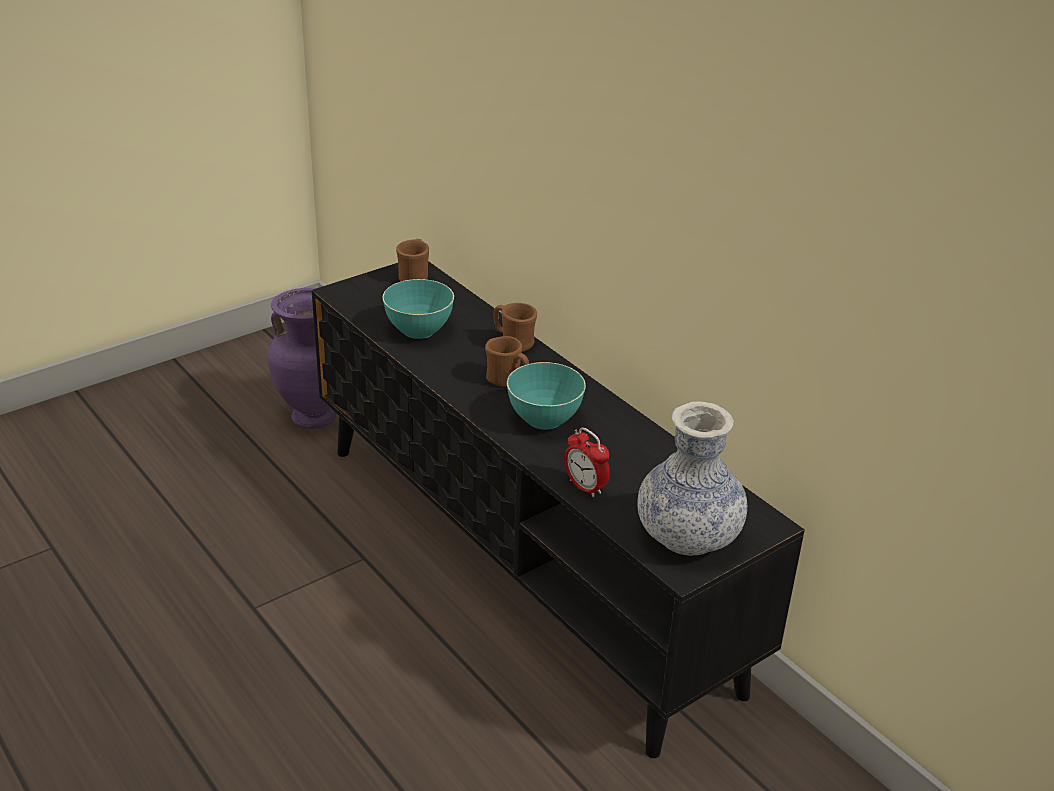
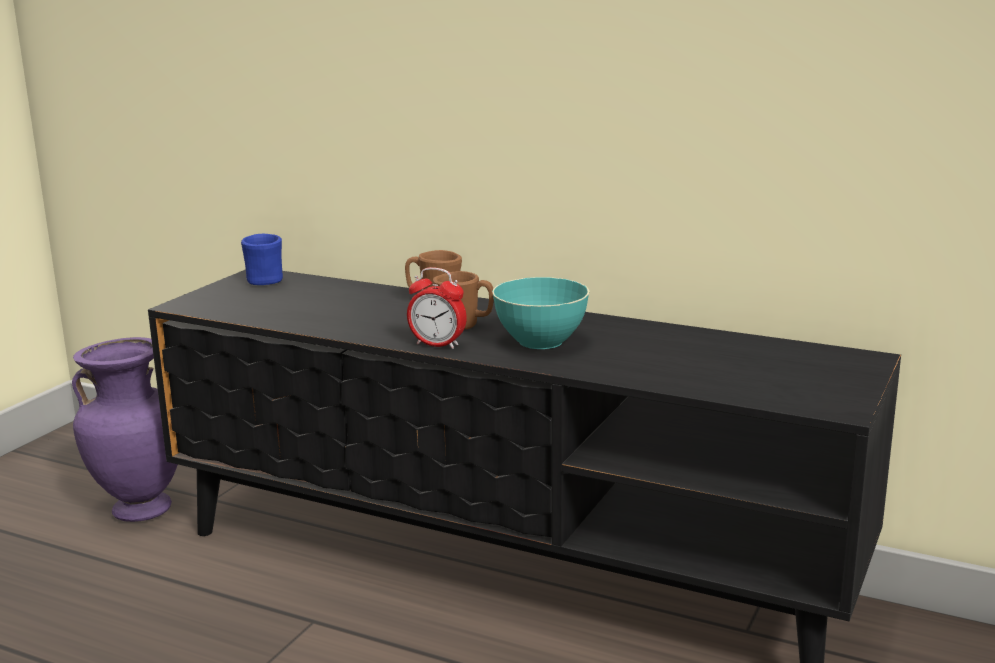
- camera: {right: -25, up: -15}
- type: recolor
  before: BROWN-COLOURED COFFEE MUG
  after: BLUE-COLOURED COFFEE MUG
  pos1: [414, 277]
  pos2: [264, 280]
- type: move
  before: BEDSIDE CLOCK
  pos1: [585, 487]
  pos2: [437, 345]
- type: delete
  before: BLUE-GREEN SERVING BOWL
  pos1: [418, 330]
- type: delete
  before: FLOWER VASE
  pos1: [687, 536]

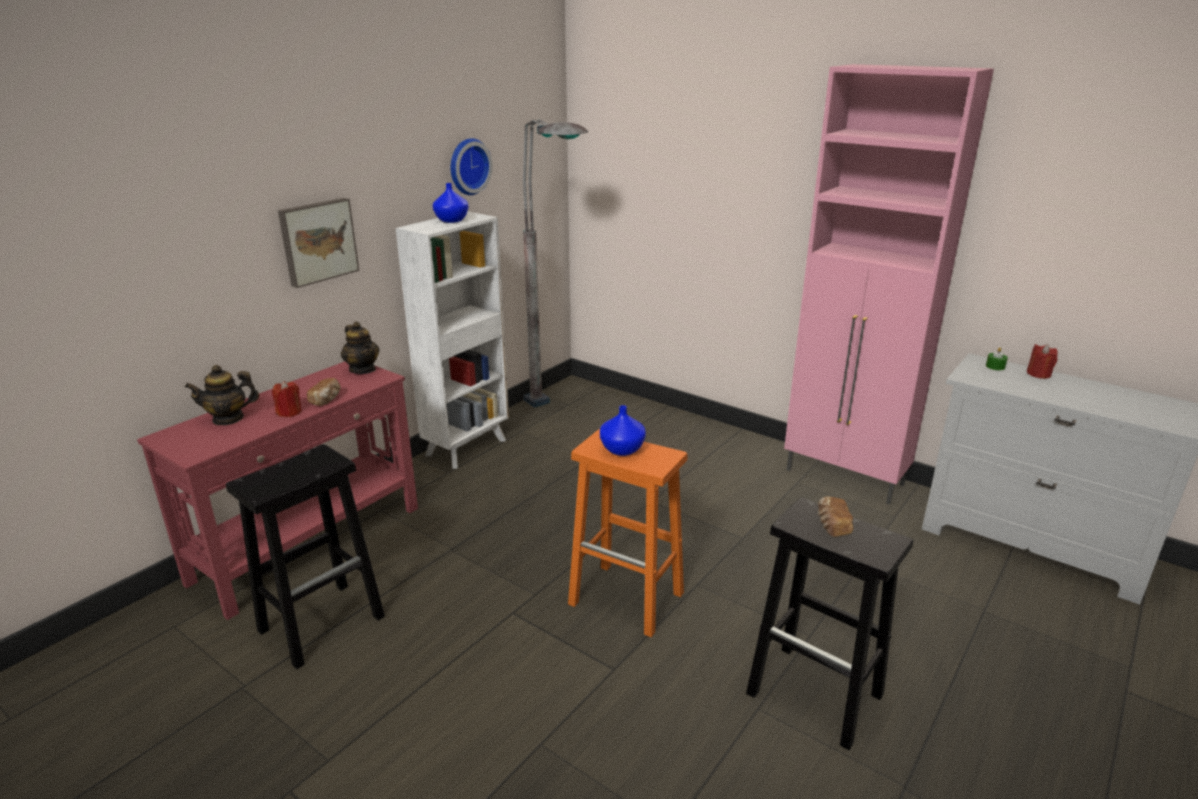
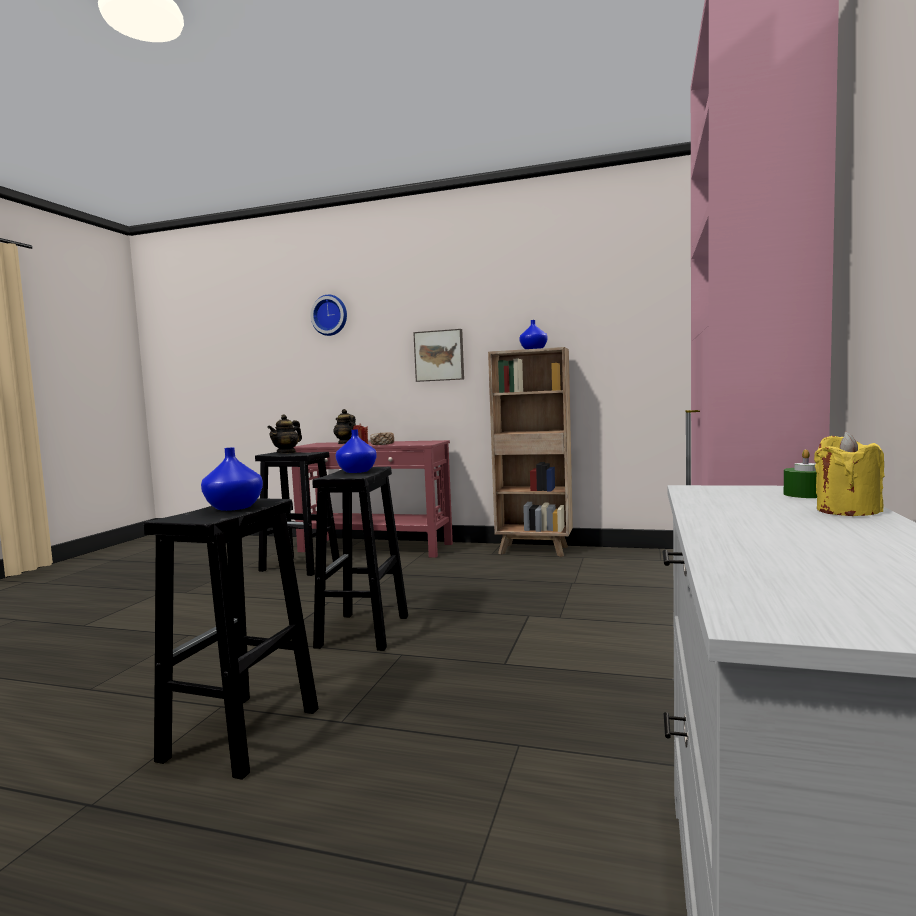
- camera: {right: 70, up: -20}
- type: replace
  before: BAKERY BREAD
  after: BLUE-COLOURED FLOWER VASE
  pos1: [832, 526]
  pos2: [235, 507]
- type: move
  before: TEAPOT
  pos1: [363, 369]
  pos2: [286, 452]
- type: move
  before: HANGING CLOCK
  pos1: [467, 166]
  pos2: [330, 315]
- type: recolor
  before: ORANGE-COLOURED STOOL SEAT
  after: BLACK-COLOURED STOOL SEAT
  pos1: [628, 599]
  pos2: [363, 632]
- type: recolor
  before: WHITISH SHELVING UNIT
  after: BROWN-COLOURED SHELVING UNIT
  pos1: [467, 447]
  pos2: [535, 550]
- type: recolor
  before: REDDISH WAX CANDLE
  after: YELLOW-COLOURED WAX CANDLE
  pos1: [1038, 374]
  pos2: [847, 511]
- type: delete
  before: GREY FLOOR LAMP
  pos1: [558, 417]

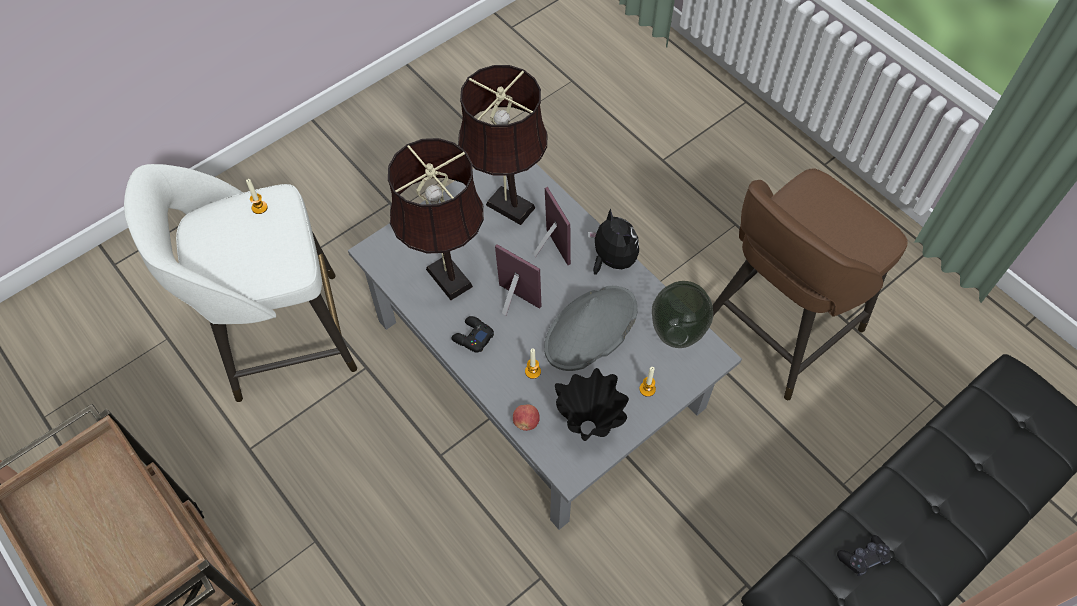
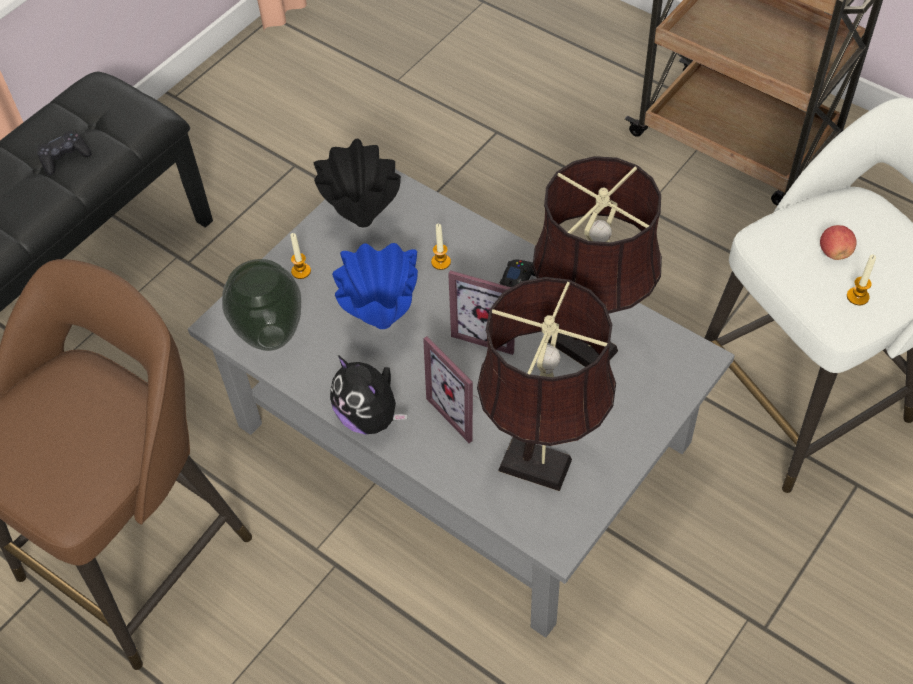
- camera: {right: 170, up: -5}
- type: replace
  before: GREY CLOTHING HAT
  after: BLUE-COLOURED FLOWER VASE
  pos1: [590, 329]
  pos2: [381, 322]
- type: move
  before: APPLE
  pos1: [526, 422]
  pos2: [834, 252]

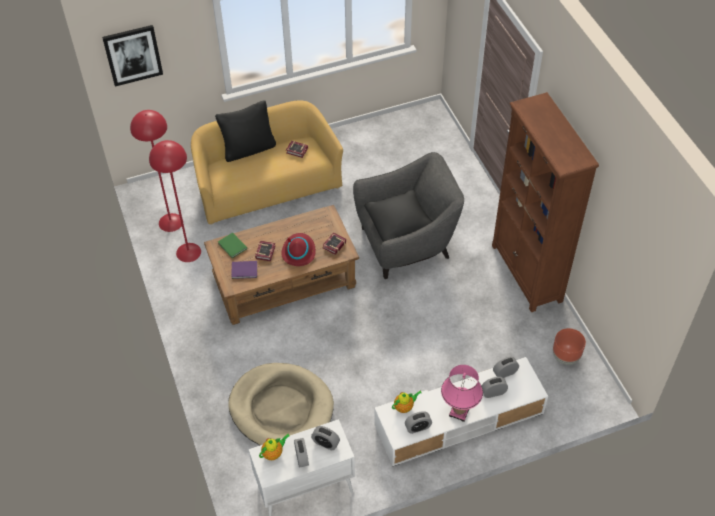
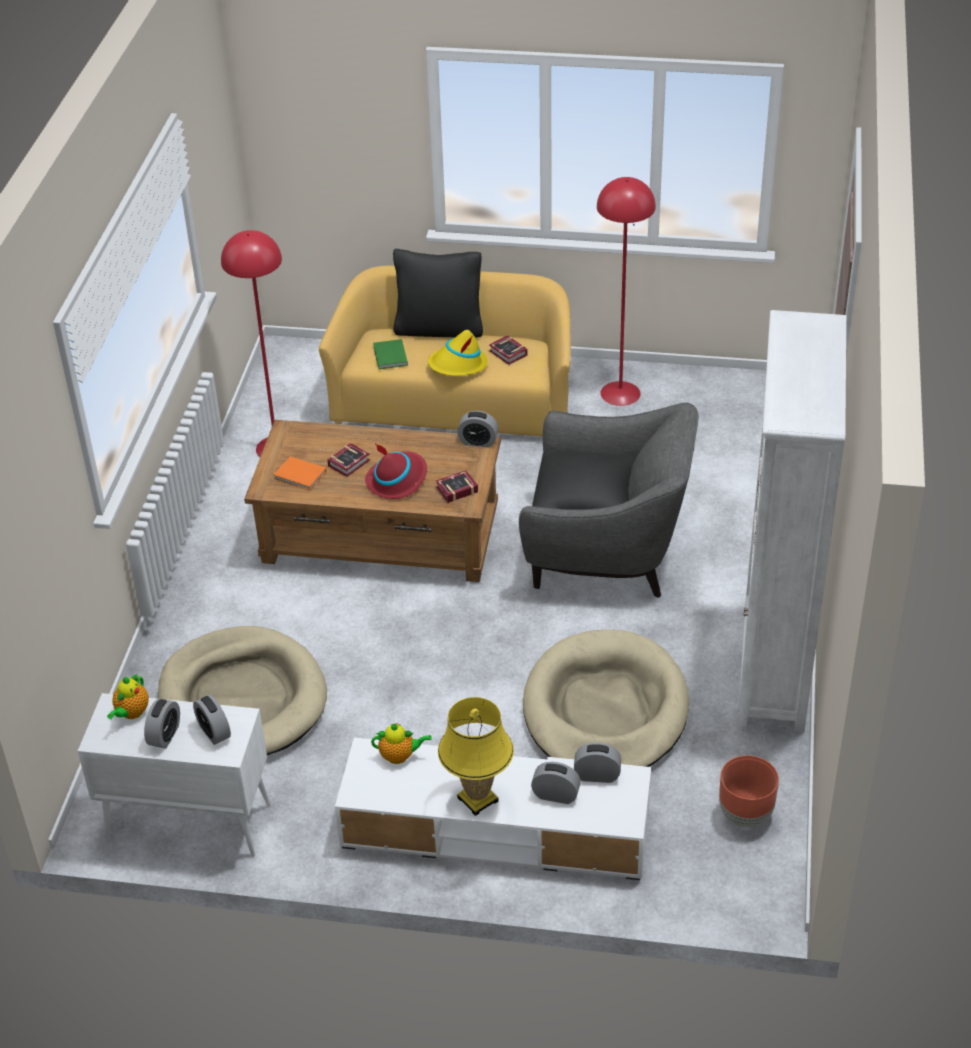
- camera: {right: 30, up: -10}
- type: rotate
  before: TEAPOT
  pos1: [274, 453]
  pos2: [131, 713]
  turn: 120
- type: recolor
  before: PURPLISH BOUND BOOK
  after: ORANGE-COLOURED BOUND BOOK
  pos1: [245, 271]
  pos2: [301, 476]
- type: move
  before: GREEN-COLOURED BOUND BOOK
  pos1: [232, 247]
  pos2: [390, 356]
- type: insert
  after: YELLOW-COLOURED CLOTHING HAT
  pos2: [458, 365]
- type: recolor
  before: PINK-COLOURED TABLETOP LAMP
  after: YELLOW-COLOURED TABLETOP LAMP
  pos1: [459, 412]
  pos2: [478, 799]
- type: move
  before: BEDSIDE CLOCK
  pos1: [418, 427]
  pos2: [478, 442]
- type: insert
  after: SAND-COLOURED DOG BED
  pos2: [605, 710]
- type: move
  before: REDDISH FLOOR LAMP
  pos1: [171, 222]
  pos2: [620, 393]
- type: recolor
  before: BROWN-COLOURED SHELVING UNIT
  after: WHITISH SHELVING UNIT
  pos1: [526, 273]
  pos2: [773, 667]
- type: delete
  before: WALL ART
  pos1: [133, 55]

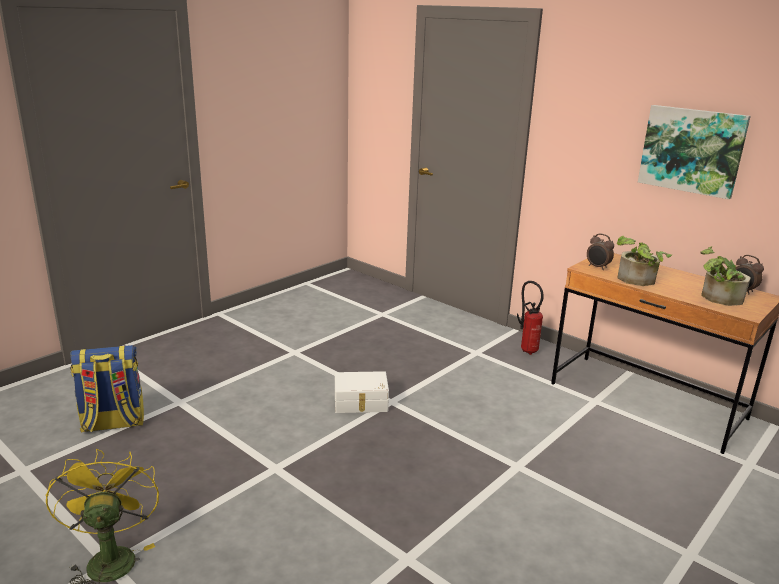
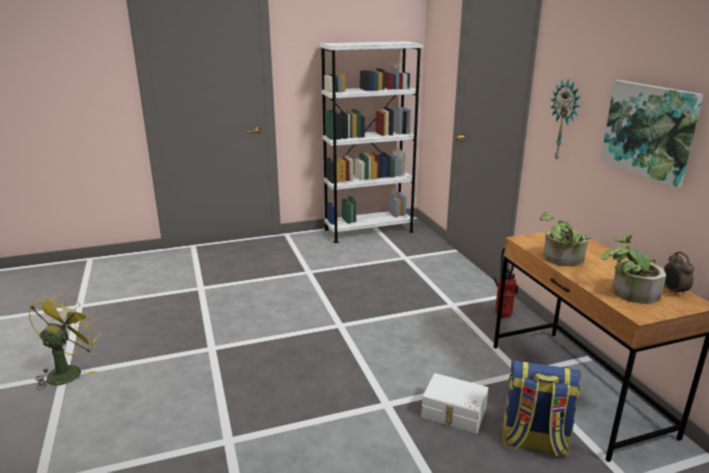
- camera: {right: 30, up: 0}
- type: insert
  after: WHITISH SHELVING UNIT
  pos2: [368, 231]
- type: move
  before: WHITISH STORAGE CONTAINER
  pos1: [361, 403]
  pos2: [453, 413]
- type: move
  before: KNAPSACK
  pos1: [113, 423]
  pos2: [533, 442]
- type: insert
  after: HANGING CLOCK
  pos2: [565, 120]
- type: delete
  before: BEDSIDE CLOCK
  pos1: [597, 267]

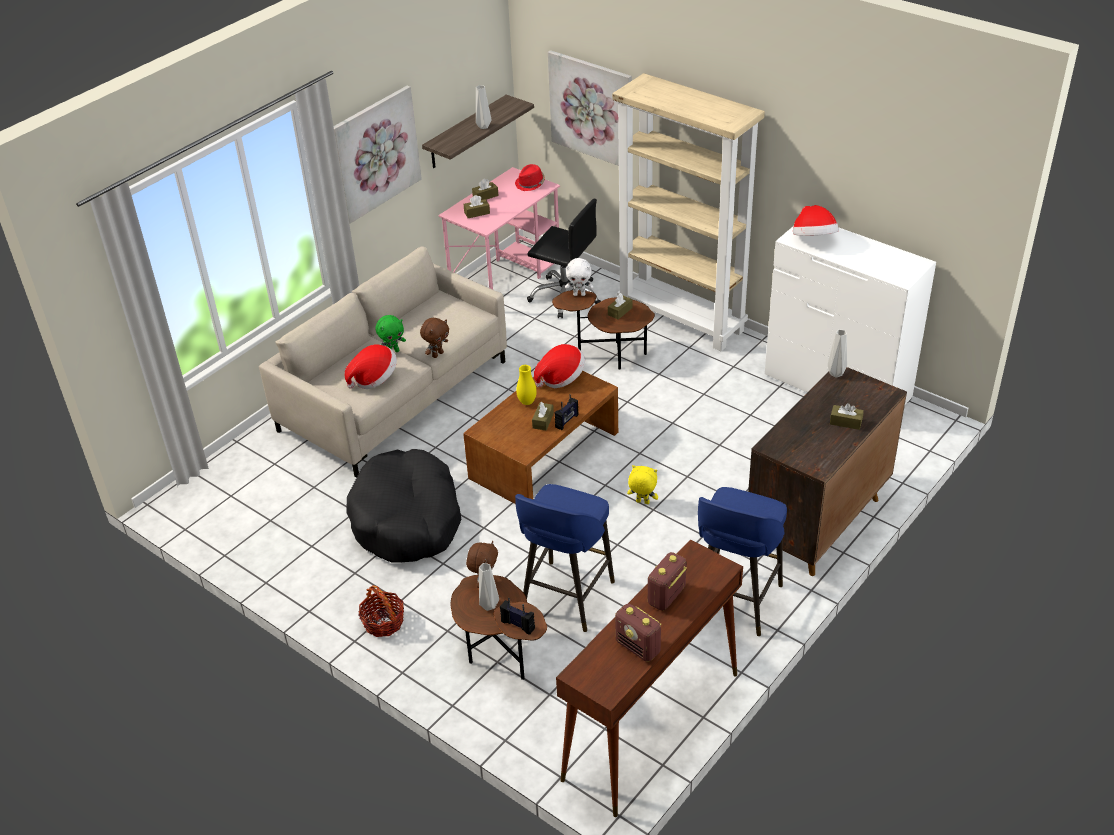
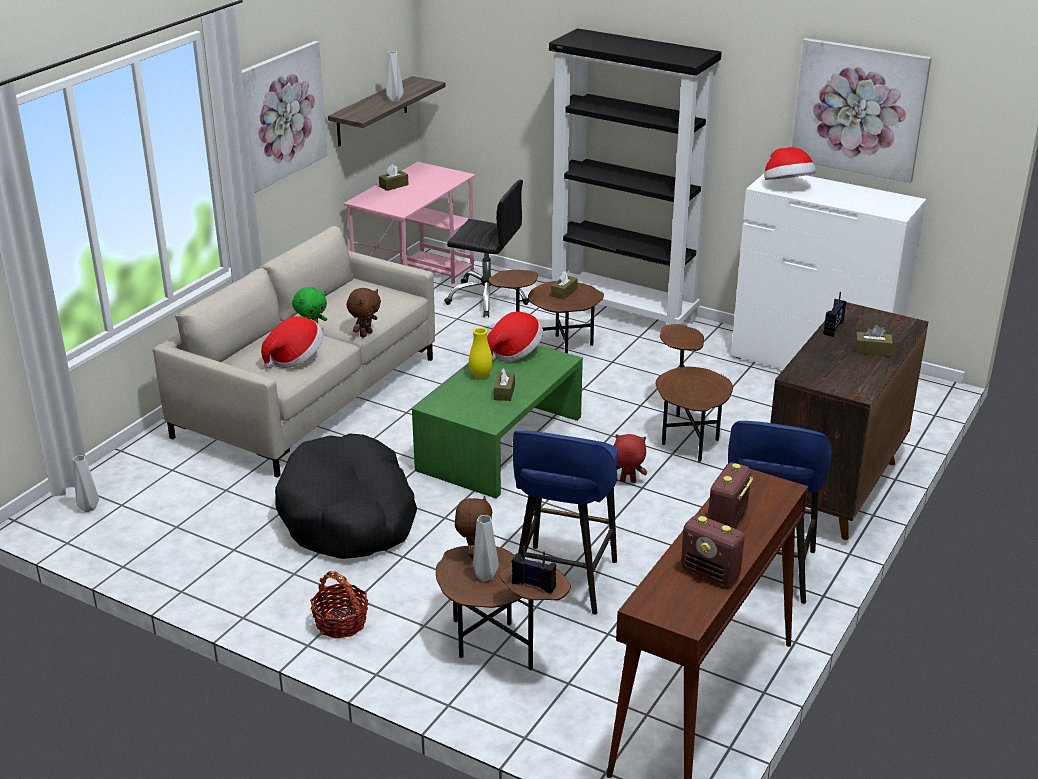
- camera: {right: -10, up: -10}
- type: move
  before: GREY FLOWER VASE
  pos1: [837, 373]
  pos2: [89, 508]
- type: recolor
  before: BROWN-COLOURED LOW TABLE
  after: GREEN-COLOURED LOW TABLE
  pos1: [544, 454]
  pos2: [499, 443]
- type: recolor
  before: SAND-COLOURED SHELVING UNIT
  after: BLACK-COLOURED SHELVING UNIT
  pos1: [682, 319]
  pos2: [624, 312]
- type: recolor
  before: YELLOW-COLOURED SOFT TOY
  after: REDDISH SOFT TOY
  pos1: [642, 502]
  pos2: [627, 481]
- type: insert
  after: BROWN-COLOURED SIDE TABLE
  pos2: [686, 435]
- type: move
  before: WALL ART
  pos1: [591, 109]
  pos2: [859, 109]
- type: move
  before: RADIO RECEIVER
  pos1: [567, 421]
  pos2: [834, 328]
- type: delete
  before: BROWN-COLOURED BOX OF TISSUES
  pos1: [477, 213]
- type: delete
  before: REDDISH CLOTHING HAT
  pos1: [530, 184]
- type: delete
  before: WHITISH SOFT TOY
  pos1: [579, 294]

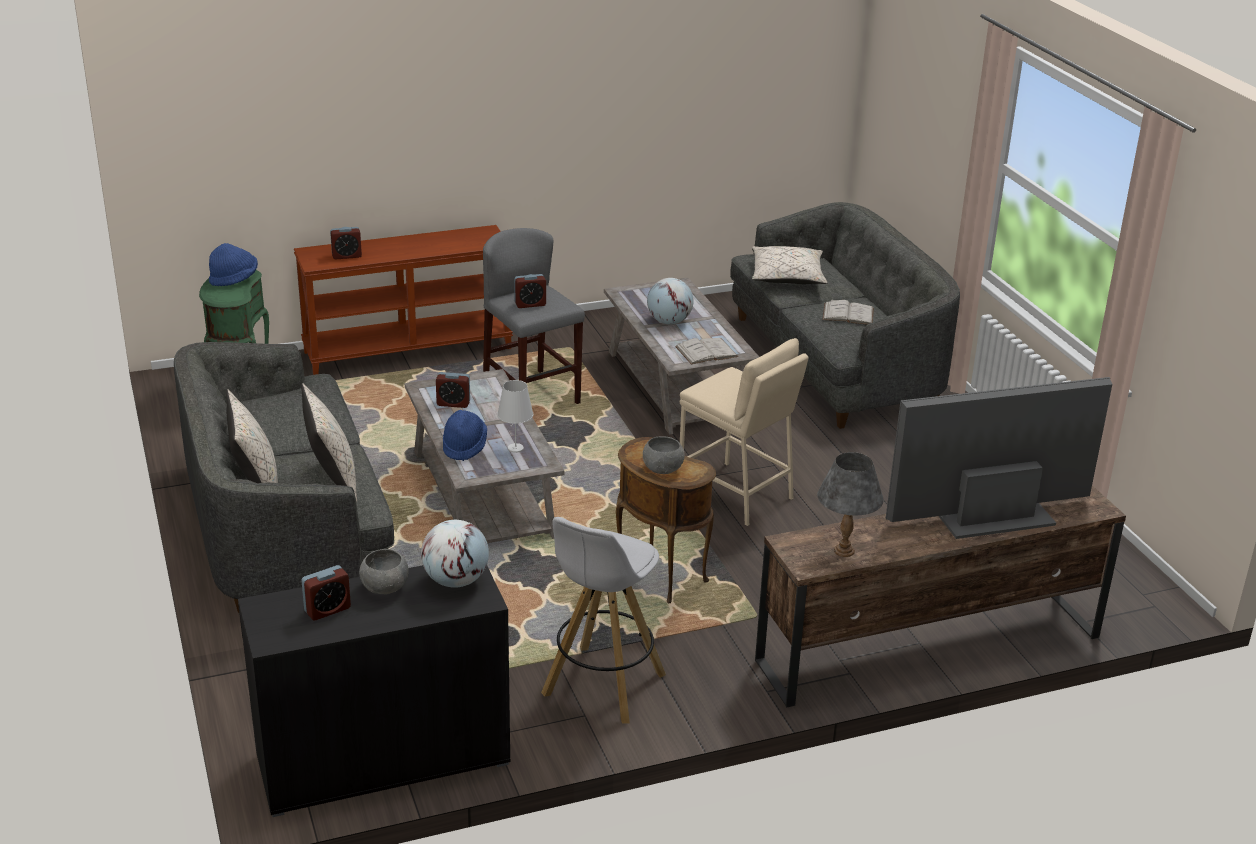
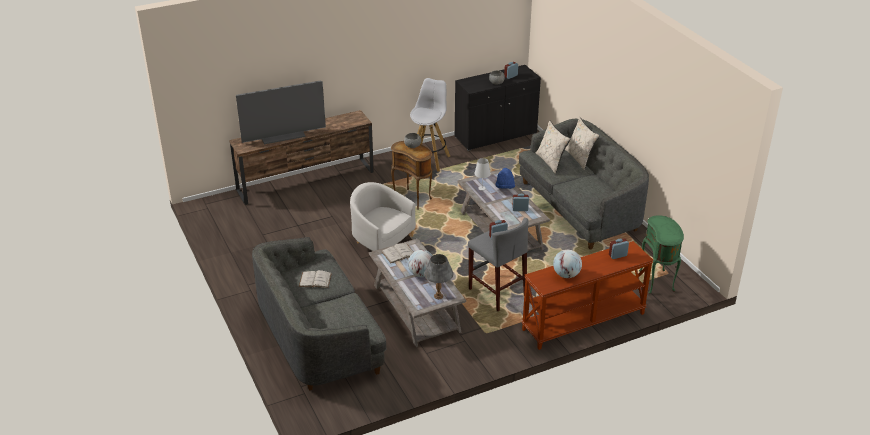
- camera: {right: 175, up: 5}
- type: replace
  before: SAND-COLOURED STOOL SEAT
  after: WHITISH EASY CHAIR
  pos1: [735, 494]
  pos2: [381, 240]
- type: move
  before: GREY TABLETOP LAMP
  pos1: [844, 551]
  pos2: [438, 296]
- type: move
  before: DESK GLOBE
  pos1: [455, 581]
  pos2: [566, 275]
- type: delete
  before: BLUE-COLOURED CLOTHING HAT
  pos1: [234, 279]
- type: delete
  before: SAND-COLOURED THROW PILLOW
  pos1: [787, 276]

